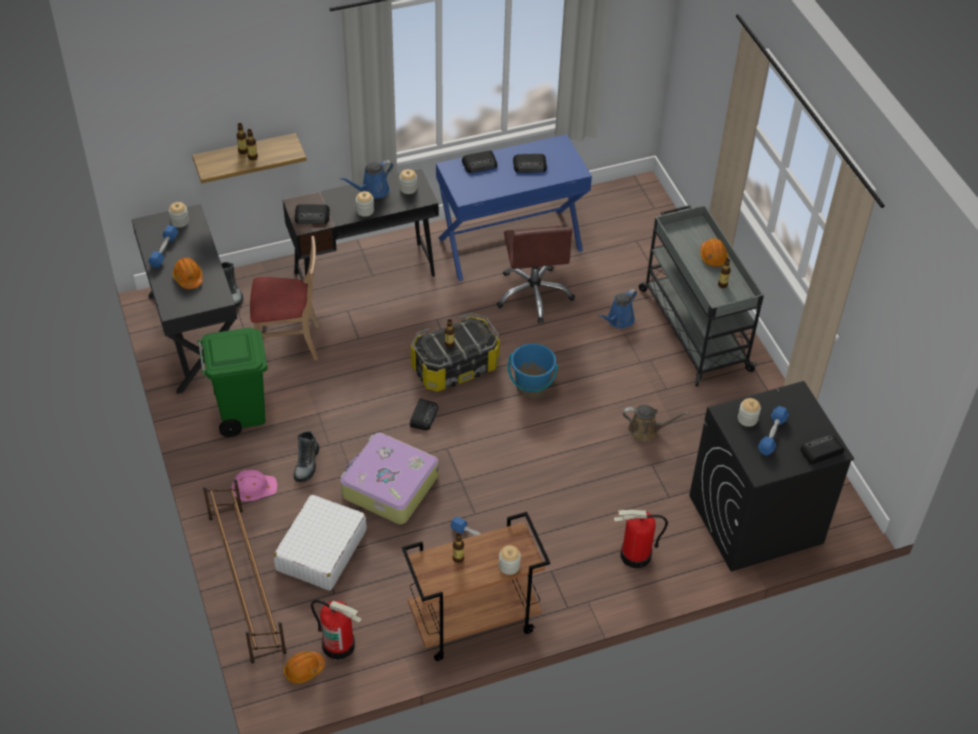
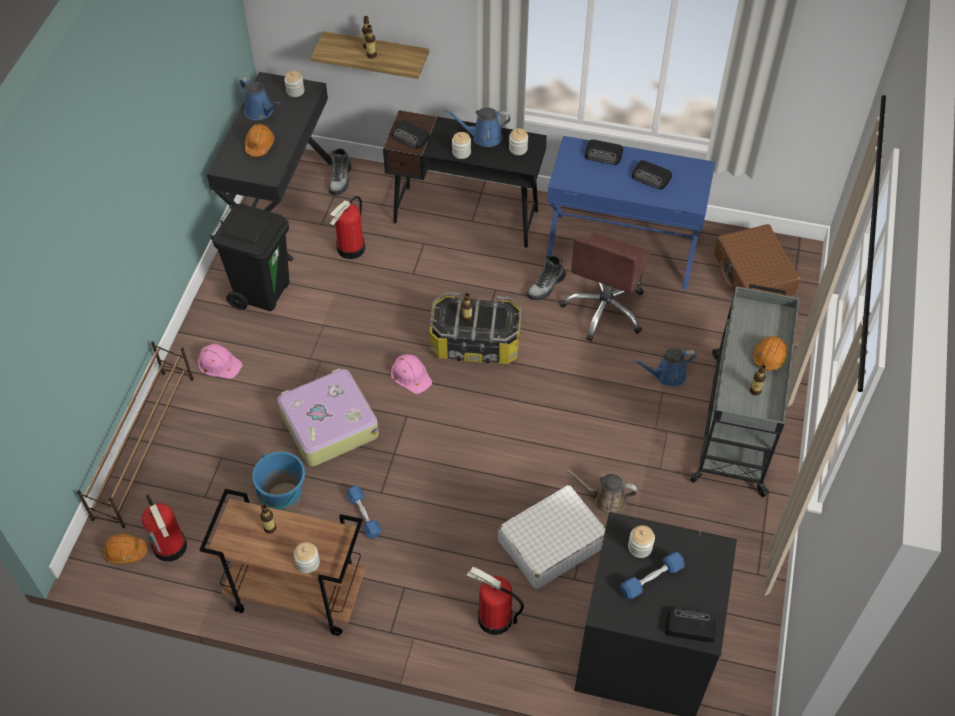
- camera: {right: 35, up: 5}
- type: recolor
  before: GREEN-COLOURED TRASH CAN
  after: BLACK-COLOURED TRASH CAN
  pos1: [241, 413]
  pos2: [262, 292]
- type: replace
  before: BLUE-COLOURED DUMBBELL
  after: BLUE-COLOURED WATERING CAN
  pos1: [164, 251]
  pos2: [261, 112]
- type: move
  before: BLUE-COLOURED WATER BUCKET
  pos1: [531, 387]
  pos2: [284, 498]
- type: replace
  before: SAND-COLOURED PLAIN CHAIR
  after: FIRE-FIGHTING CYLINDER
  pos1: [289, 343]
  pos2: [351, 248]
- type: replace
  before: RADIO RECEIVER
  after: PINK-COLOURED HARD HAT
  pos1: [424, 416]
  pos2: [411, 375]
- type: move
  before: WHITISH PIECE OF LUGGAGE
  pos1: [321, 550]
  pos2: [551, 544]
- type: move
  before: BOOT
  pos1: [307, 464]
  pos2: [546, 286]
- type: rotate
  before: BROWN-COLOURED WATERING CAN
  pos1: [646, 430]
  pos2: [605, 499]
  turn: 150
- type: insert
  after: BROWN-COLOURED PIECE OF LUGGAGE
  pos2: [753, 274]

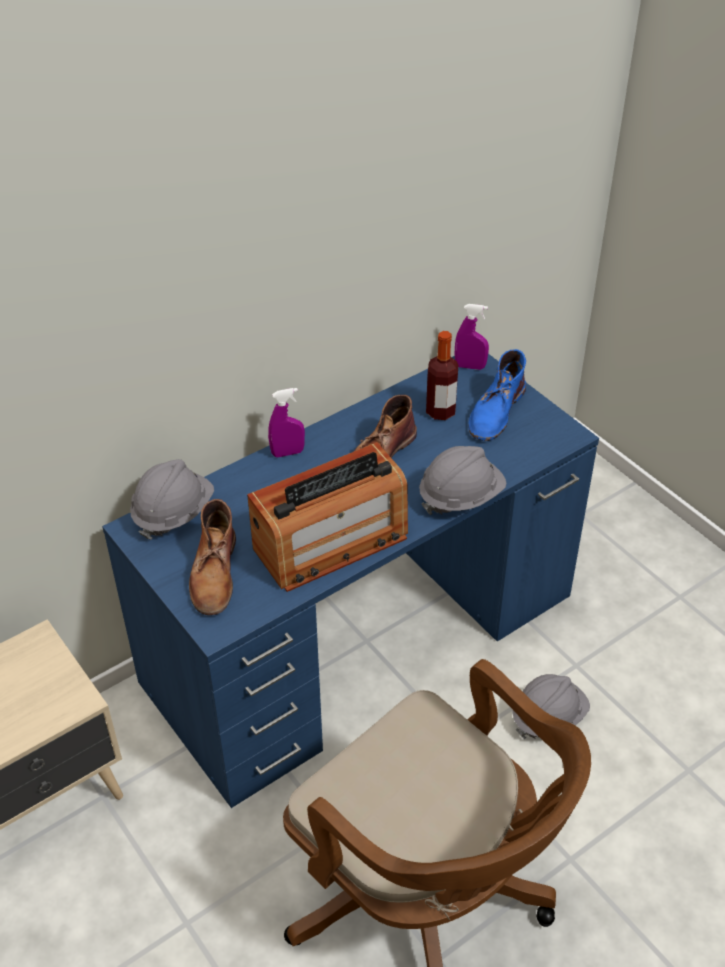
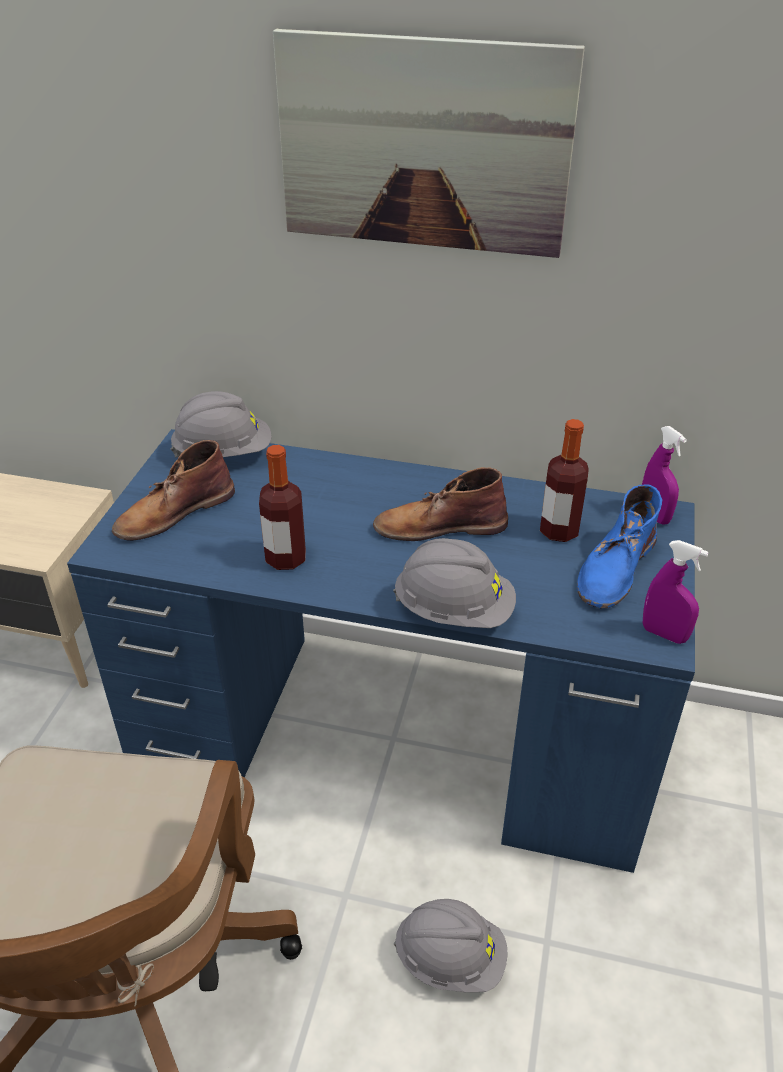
- camera: {right: 50, up: -5}
- type: replace
  before: RADIO RECEIVER
  after: BOTTLE
  pos1: [331, 543]
  pos2: [286, 558]
- type: insert
  after: WALL ART
  pos2: [423, 145]
- type: rotate
  before: BLUE-COLOURED BOOT
  pos1: [496, 411]
  pos2: [615, 568]
  turn: -45
- type: move
  before: PURPLISH SPRAY BOTTLE
  pos1: [287, 453]
  pos2: [664, 634]

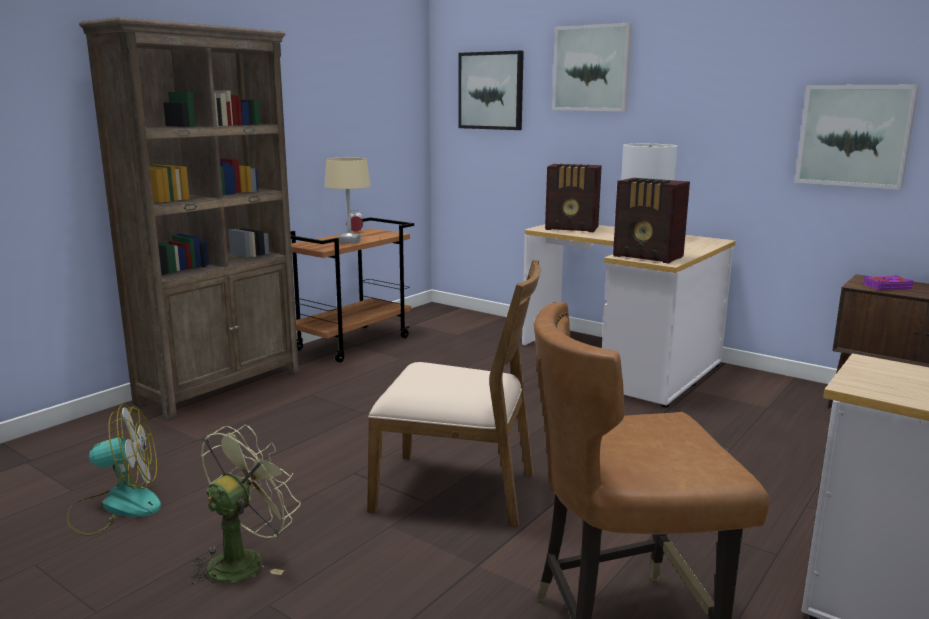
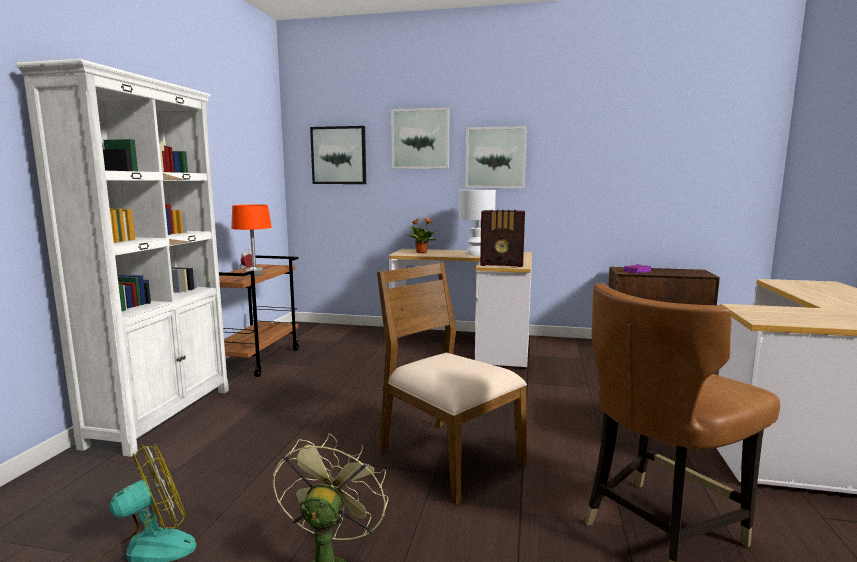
- camera: {right: -25, up: -5}
- type: recolor
  before: BROWN-COLOURED SHELVING UNIT
  after: WHITISH SHELVING UNIT
  pos1: [222, 387]
  pos2: [162, 416]
- type: recolor
  before: SAND-COLOURED TABLETOP LAMP
  after: ORANGE-COLOURED TABLETOP LAMP
  pos1: [350, 241]
  pos2: [254, 274]
- type: rotate
  before: BROWN-COLOURED PLAIN CHAIR
  pos1: [456, 490]
  pos2: [448, 457]
  turn: -120
- type: replace
  before: RADIO RECEIVER
  after: PLANT IN A POT
  pos1: [572, 228]
  pos2: [421, 252]
- type: move
  before: WALL ART
  pos1: [854, 136]
  pos2: [495, 157]

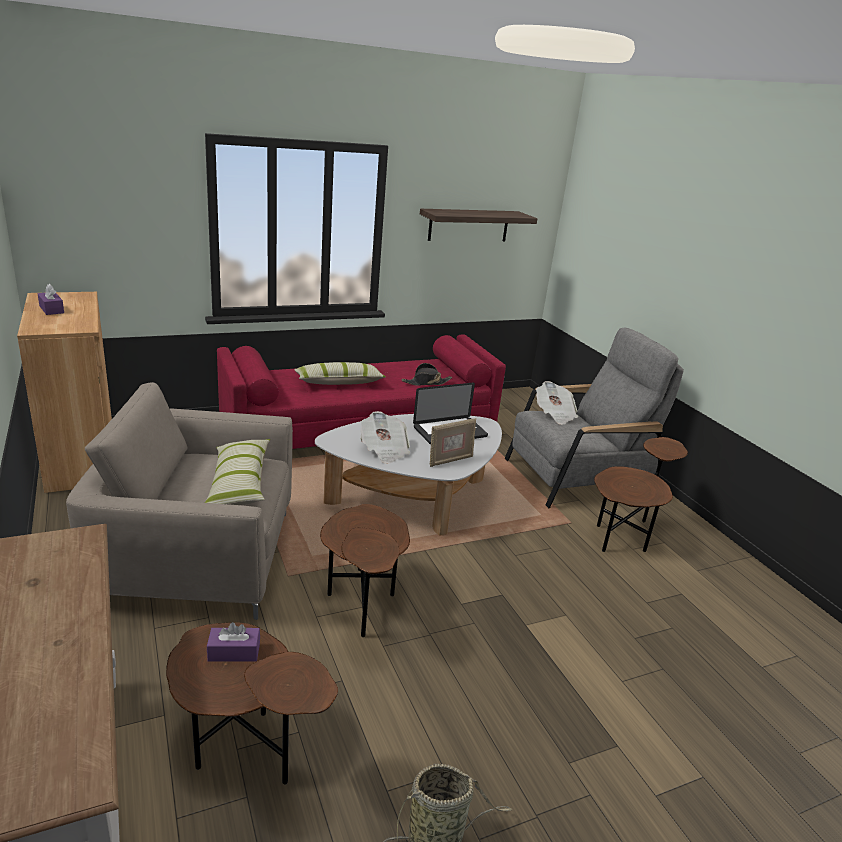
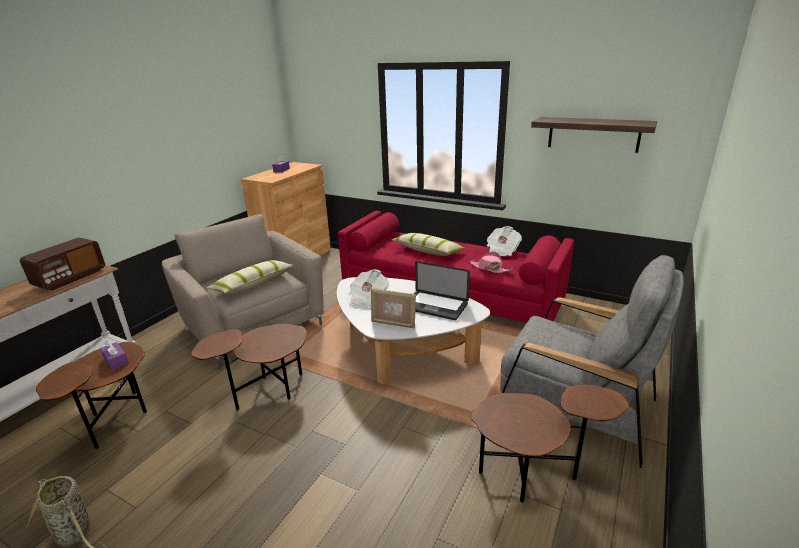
- camera: {right: 55, up: 0}
- type: insert
  after: RADIO RECEIVER
  pos2: [70, 278]
- type: recolor
  before: BLACK-COLOURED CLOTHING HAT
  after: PINK-COLOURED CLOTHING HAT
  pos1: [426, 382]
  pos2: [490, 268]
- type: move
  before: PRINTED PAPER
  pos1: [554, 414]
  pos2: [501, 251]

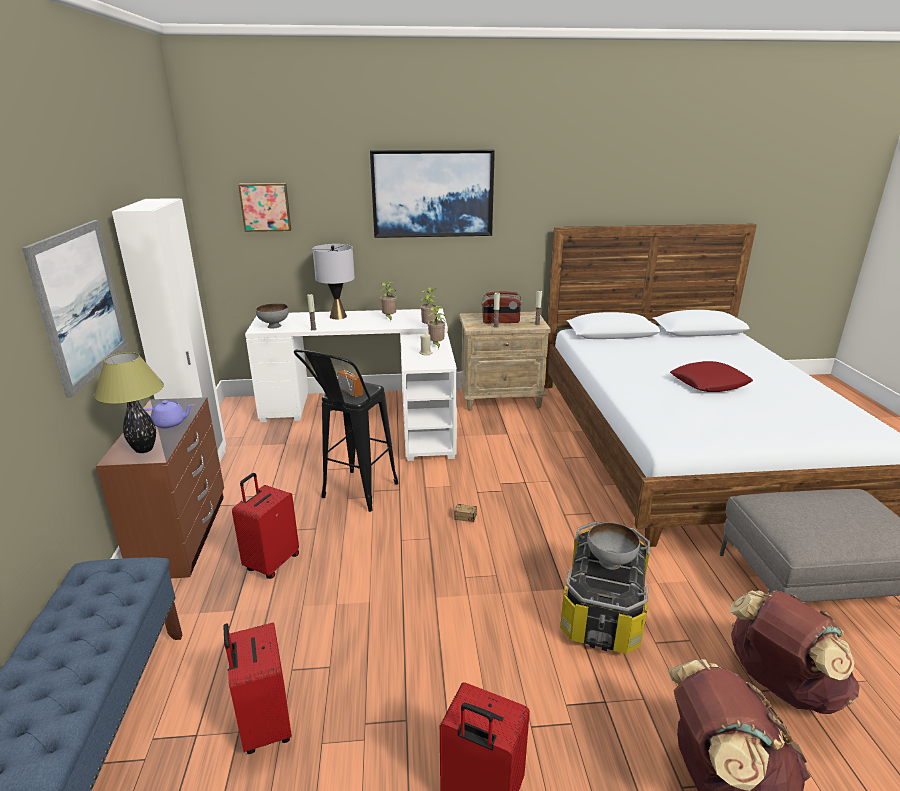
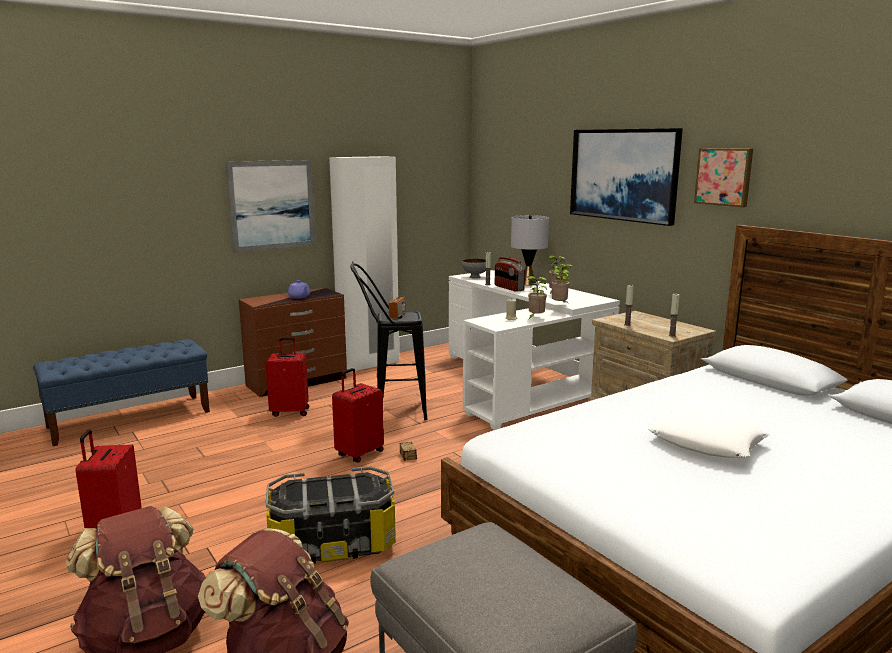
- camera: {right: 60, up: -10}
- type: move
  before: REDDISH PIECE OF LUGGAGE
  pos1: [264, 726]
  pos2: [359, 453]
- type: move
  before: RADIO RECEIVER
  pos1: [500, 322]
  pos2: [508, 288]
- type: recolor
  before: REDDISH THROW PILLOW
  after: WHITISH THROW PILLOW
  pos1: [709, 383]
  pos2: [707, 442]
- type: move
  before: WALL ART
  pos1: [265, 207]
  pos2: [724, 176]
- type: delete
  before: TABLETOP LAMP
  pos1: [144, 449]
- type: delete
  before: GREY SERVING BOWL
  pos1: [610, 562]

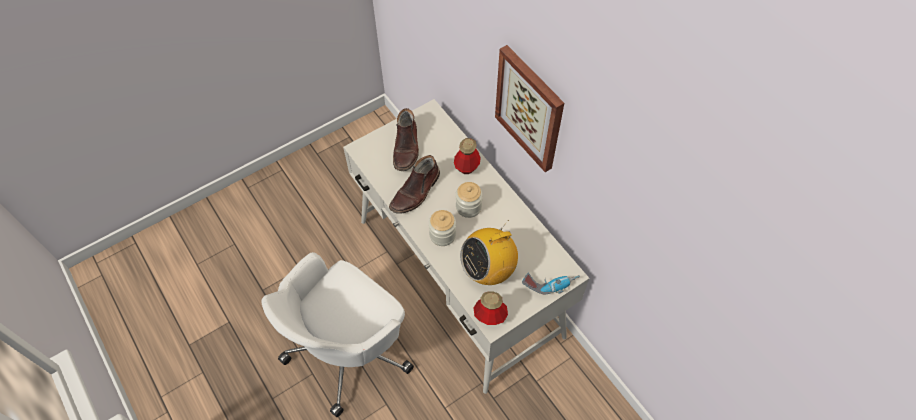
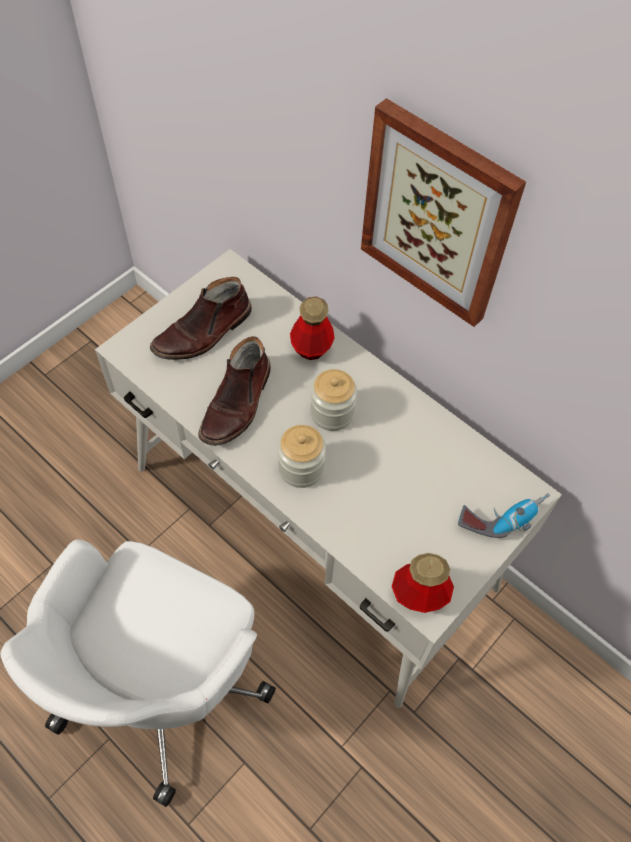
- camera: {right: -15, up: 0}
- type: rotate
  before: BROWN-COLOURED BOOT
  pos1: [406, 147]
  pos2: [204, 333]
  turn: 60
- type: delete
  before: RADIO RECEIVER
  pos1: [488, 270]

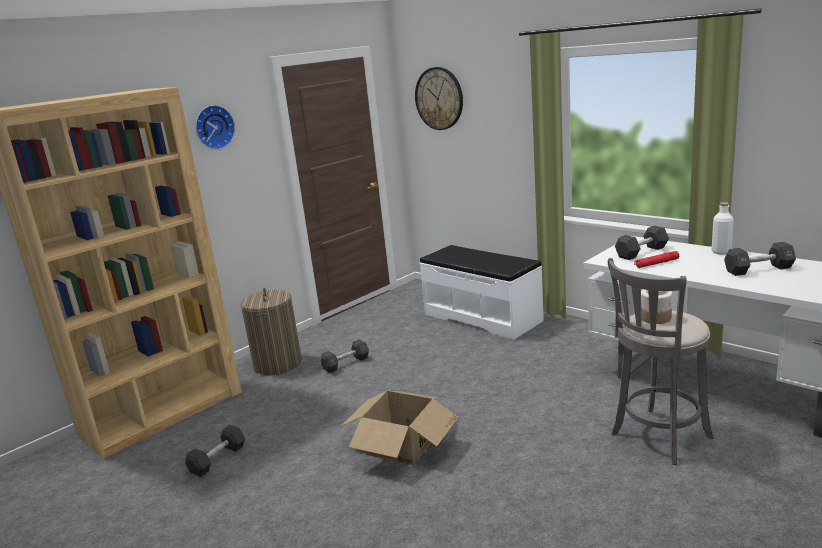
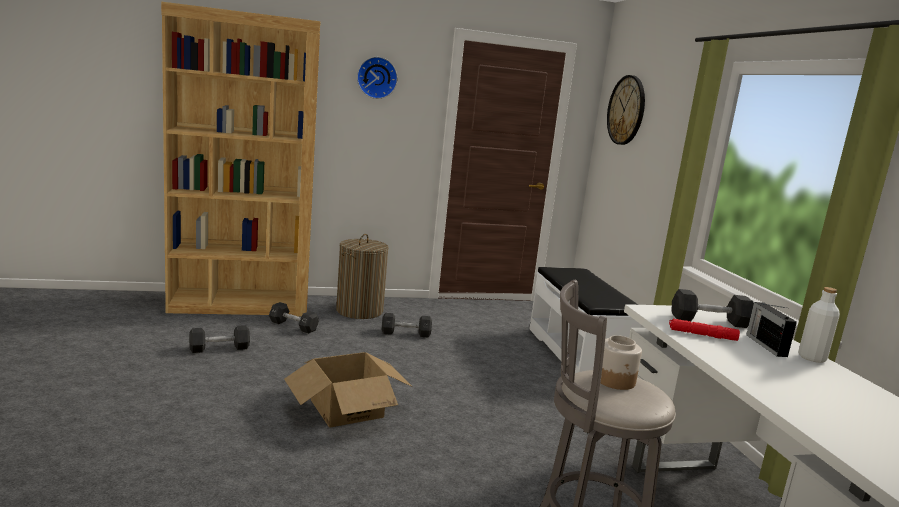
- camera: {right: 30, up: -5}
- type: move
  before: BLACK-COLOURED DUMBBELL
  pos1: [758, 269]
  pos2: [293, 326]
- type: insert
  after: RADIO RECEIVER
  pos2: [765, 345]

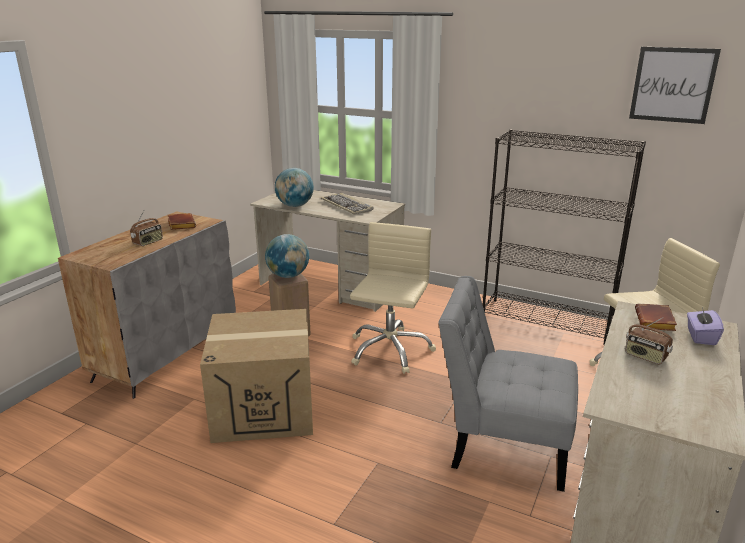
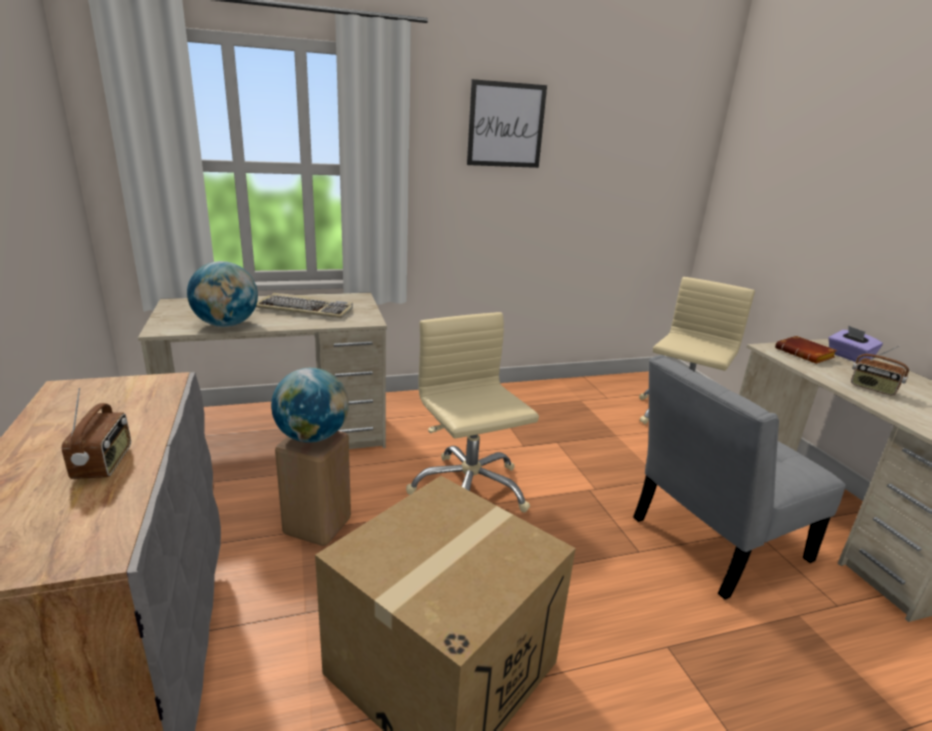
- camera: {right: -45, up: 0}
- type: move
  before: WALL ART
  pos1: [672, 85]
  pos2: [506, 125]
- type: rotate
  before: RADIO RECEIVER
  pos1: [645, 356]
  pos2: [873, 388]
  turn: 45
- type: delete
  before: BROWN-COLOURED BOUND BOOK
  pos1: [180, 224]
- type: delete
  before: BLACK-COLOURED SHELVING UNIT
  pos1: [547, 321]

